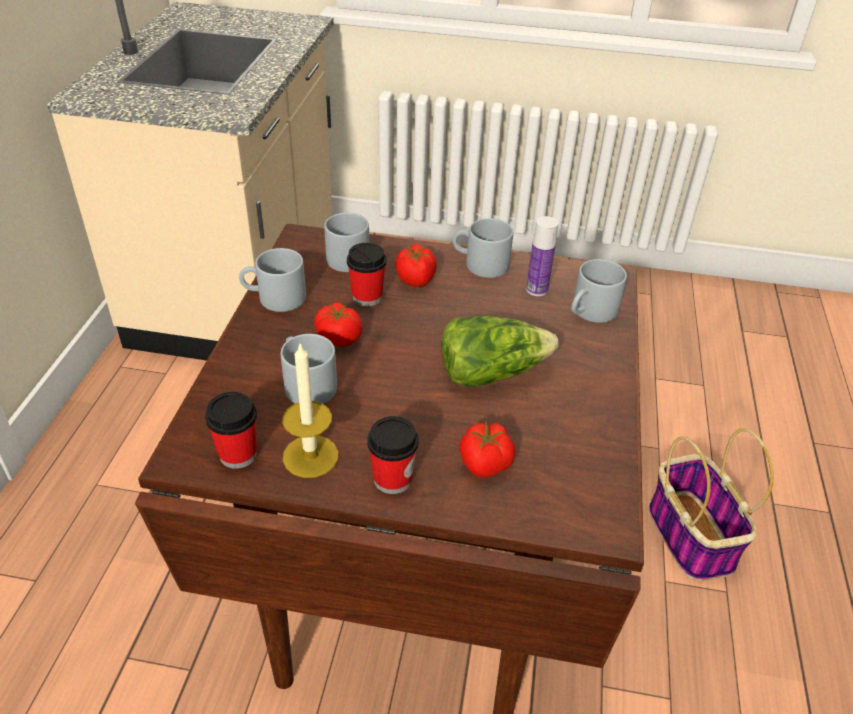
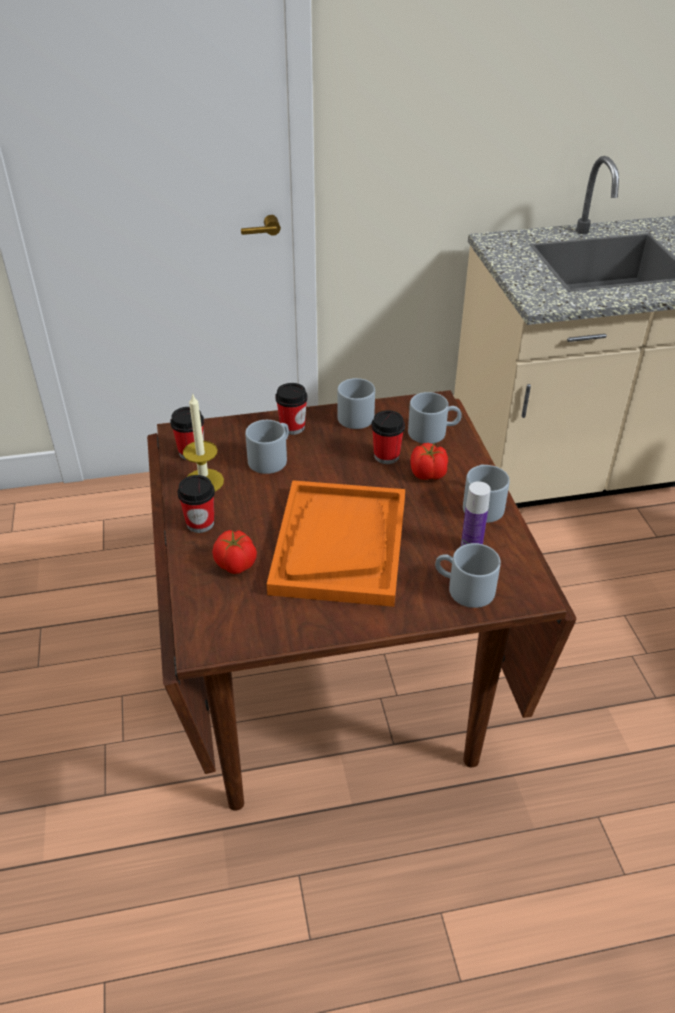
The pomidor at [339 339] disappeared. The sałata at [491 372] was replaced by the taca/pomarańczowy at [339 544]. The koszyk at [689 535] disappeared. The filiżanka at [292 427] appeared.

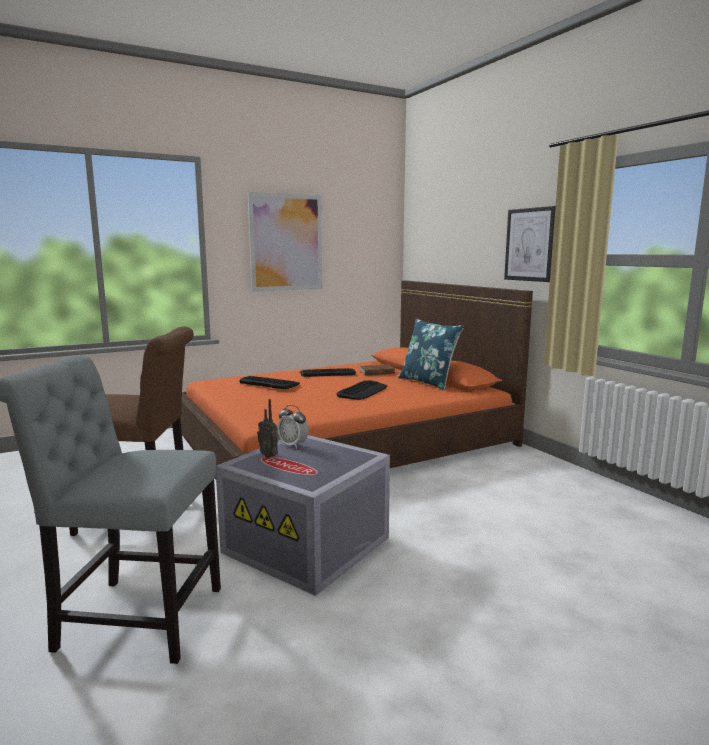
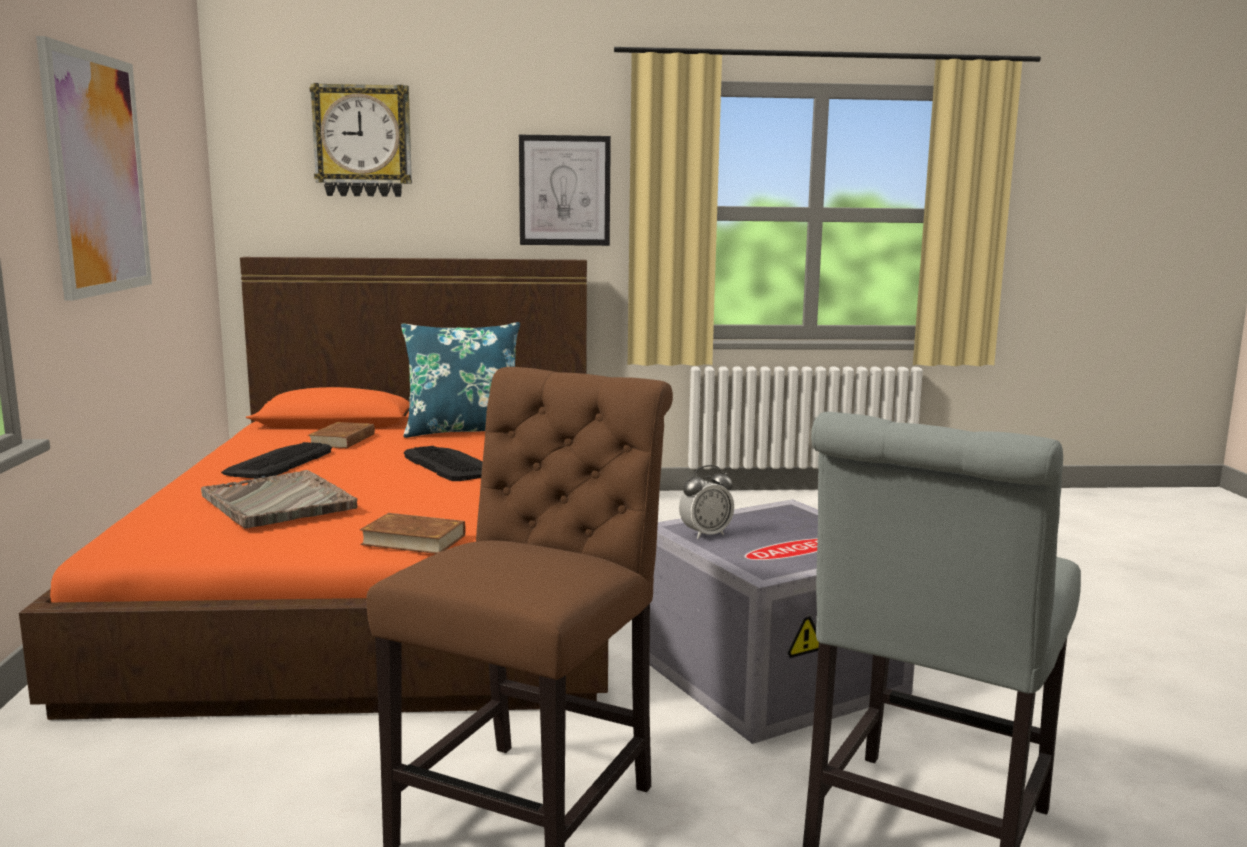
The klawiatura at [269 383] was replaced by the taca/szary at [278 502]. The radio at [269 456] disappeared. The zegar ścienny at [363 141] appeared. The książka/brązowy at [413 540] appeared.

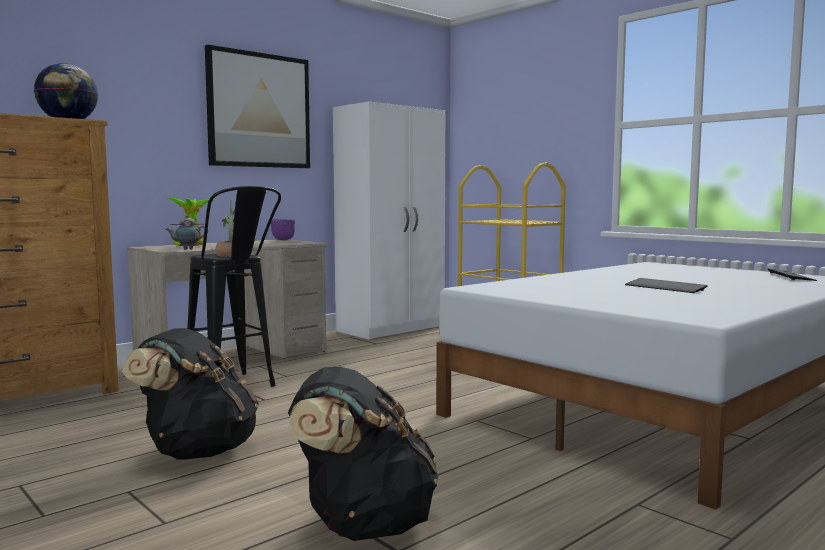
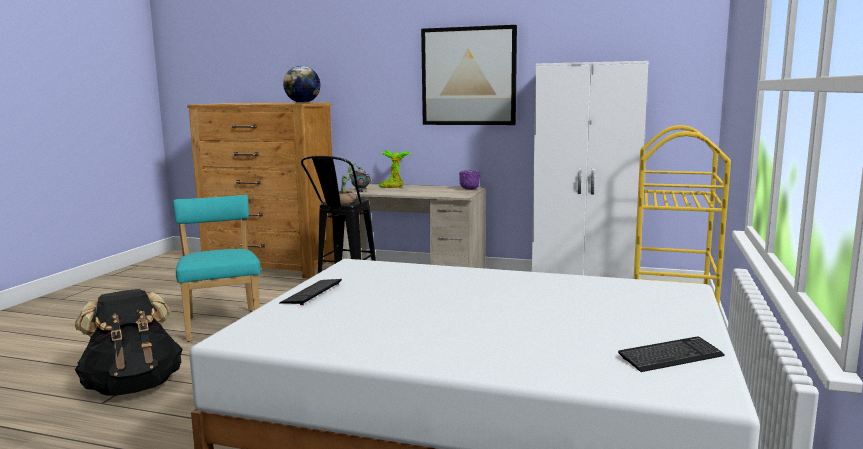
The plecak/czarny at [197 451] was replaced by the krzesło/turkusowy at [222 323]. The klawiatura moved from [665 287] to [312 293].

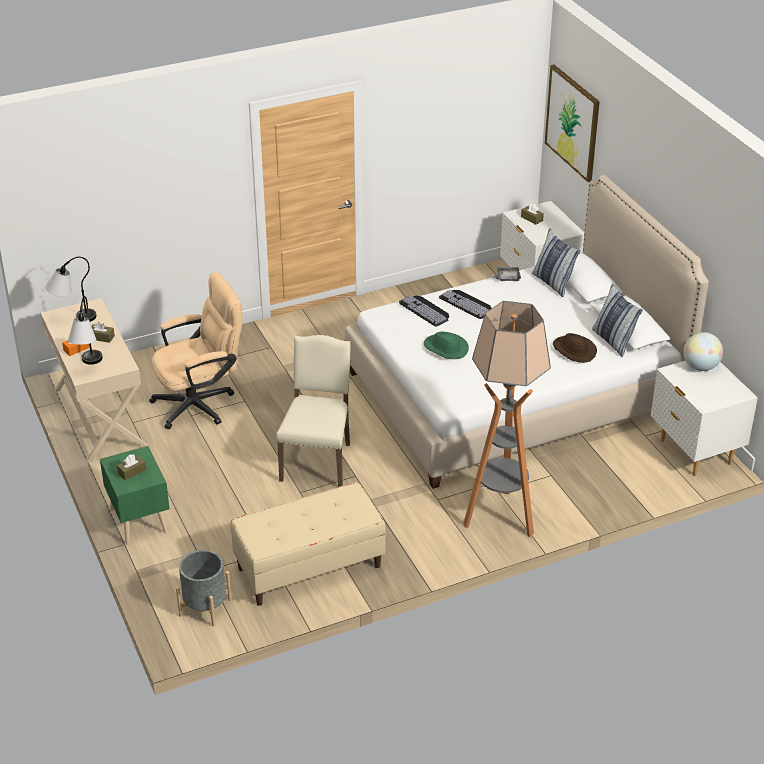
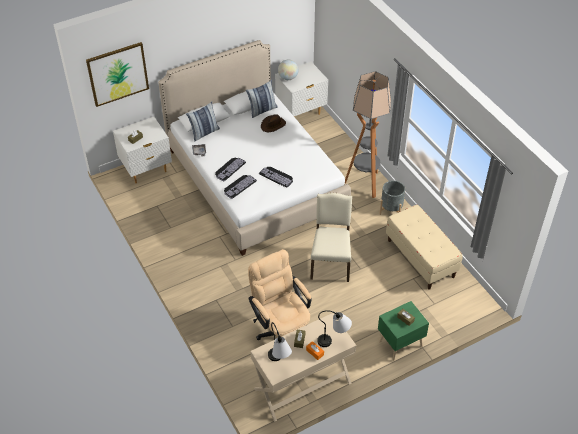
The donica/szary moved from [205 607] to [391 209]. The krzesło/beżowy at [318 461] turned 90 degrees clockwise. The kapelusz/zielony at [445 348] was replaced by the klawiatura at [277 176].

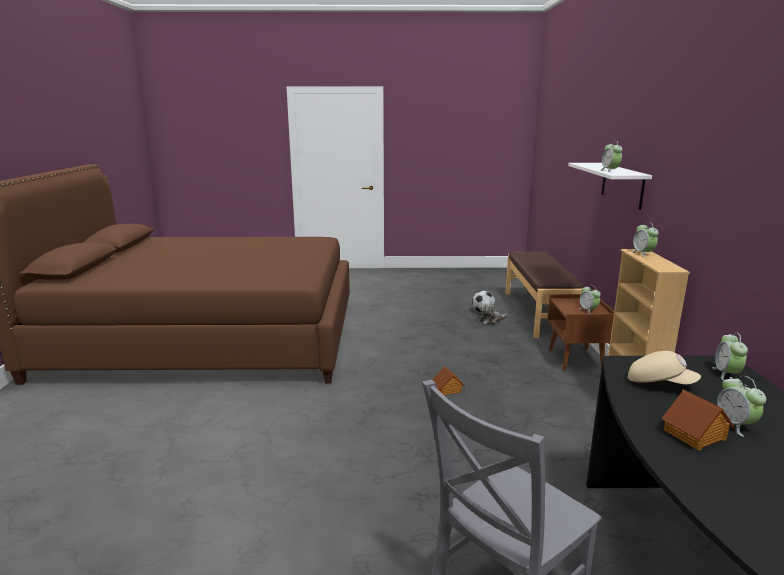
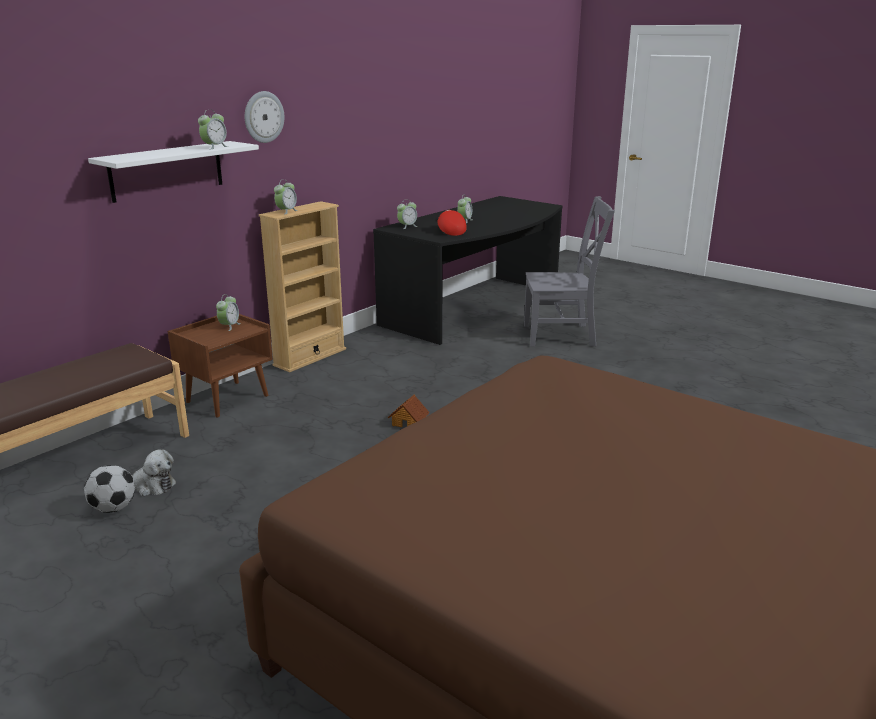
The czapka z daszkiem/beżowy at [660 383] became the czapka z daszkiem/czerwony at [450 231]. The domek at [695 435] disappeared. The zegar ścienny at [263 117] appeared.

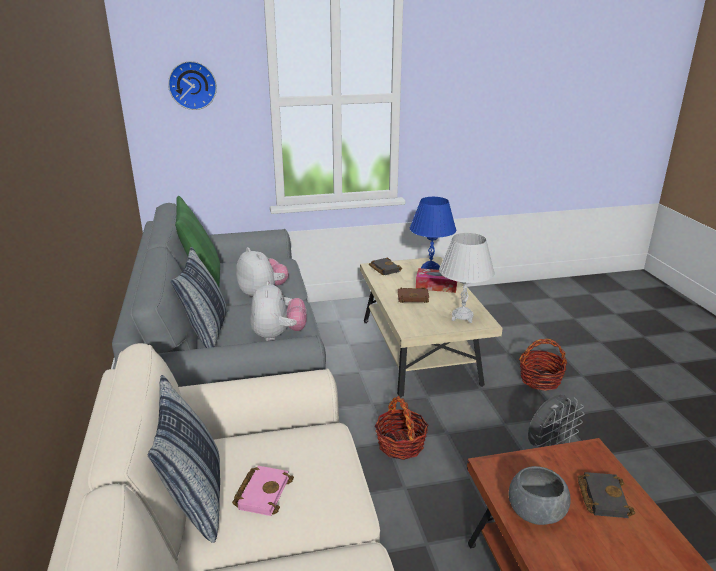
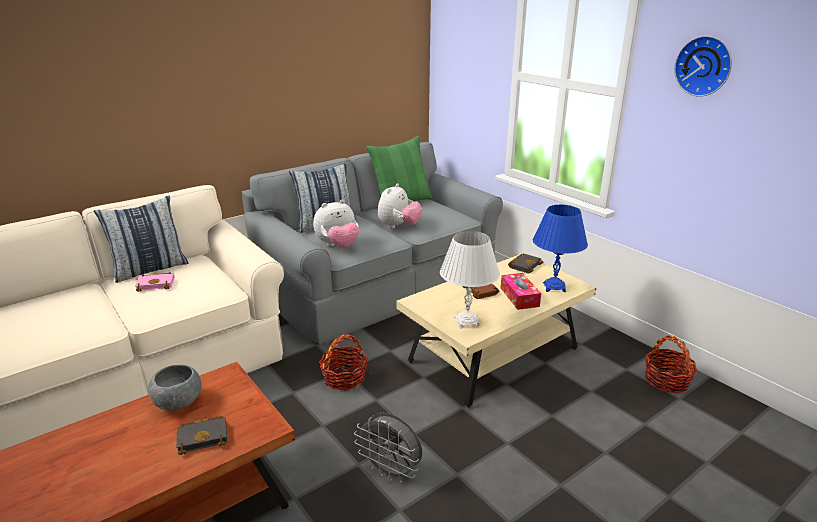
The zegar ścienny moved from [192 85] to [704 66]. The koszyk moved from [540 380] to [667 380].

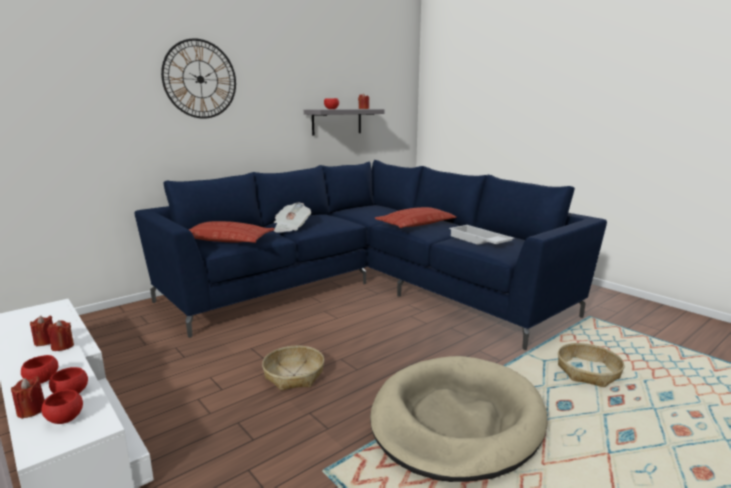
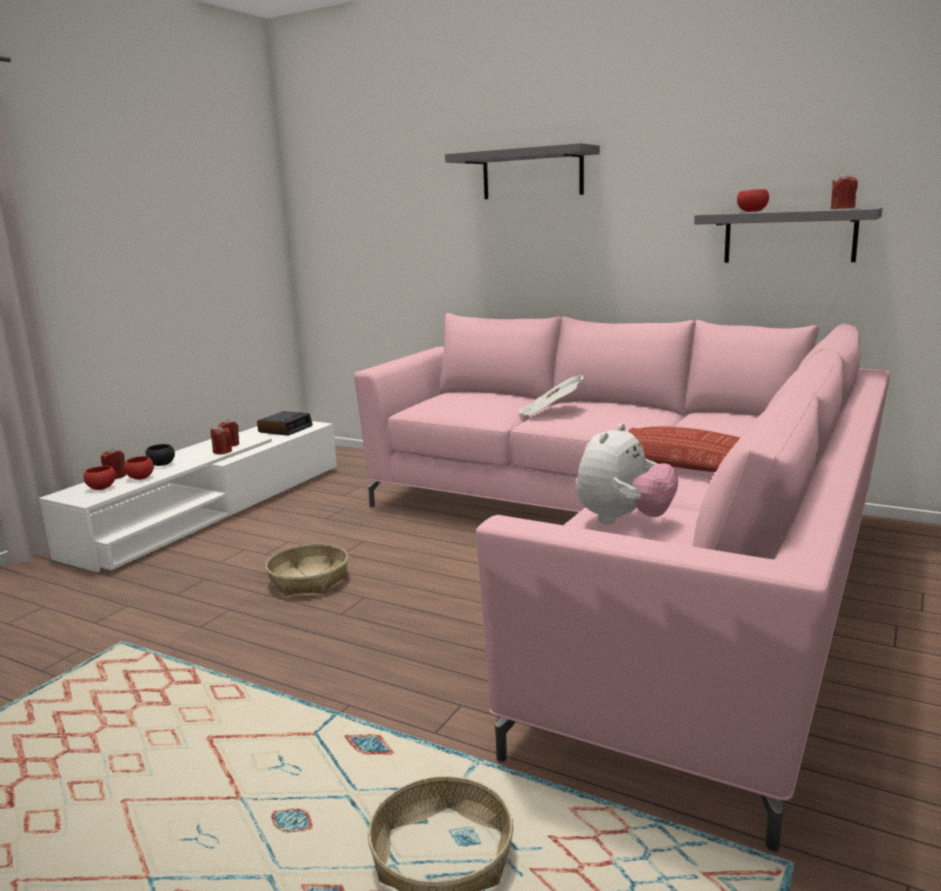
The miska/czerwony at [42 380] became the miska/czarny at [162 464]. The kanapa/niebieski at [365 287] became the kanapa/różowy at [632 558]. The zegar ścienny at [200 79] was replaced by the półka/szary at [532 174]. The poduszka at [226 240] disappeared. The legowisko/beżowy at [456 420] disappeared. The taca/biały at [478 241] was replaced by the pluszak at [624 520]. The budzik at [285 429] appeared.

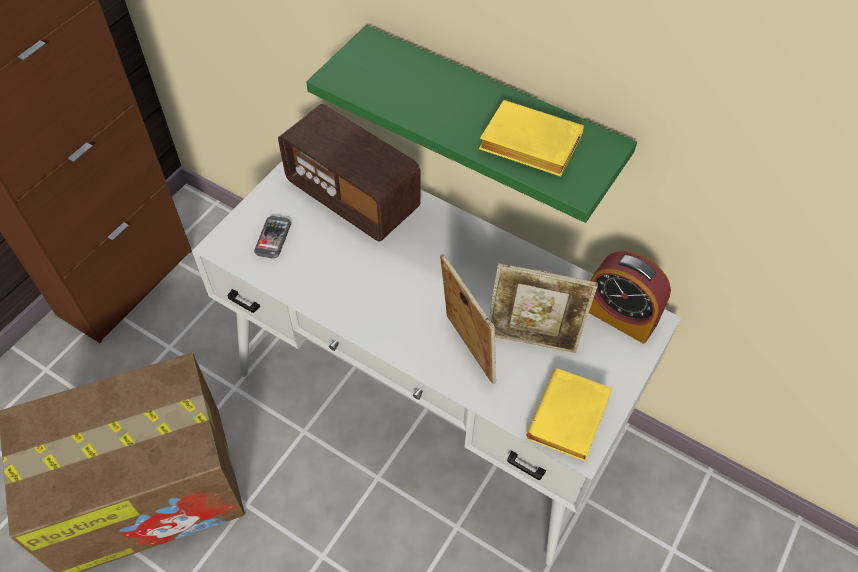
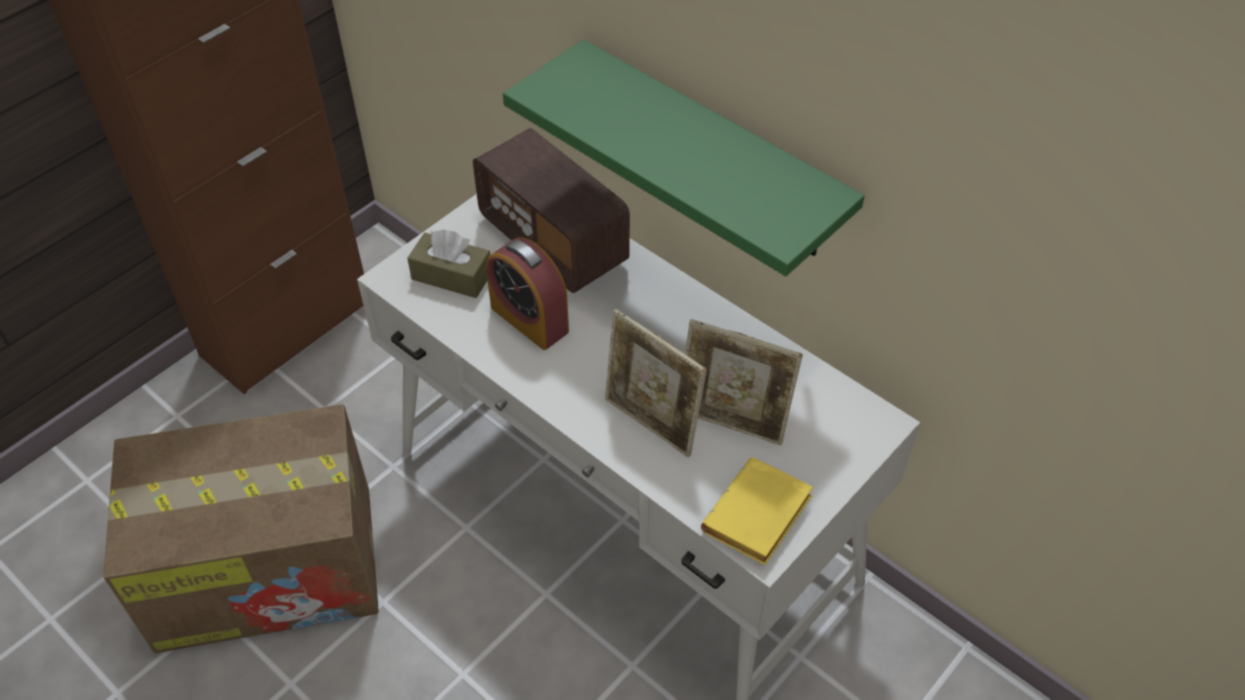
The telefon at [273 238] was replaced by the pudełko chusteczek/brązowy at [452 276]. The ramka na zdjęcie at [466 349] turned 150 degrees clockwise. The książka/żółty at [527 145] disappeared. The budzik moved from [619 315] to [529 319].

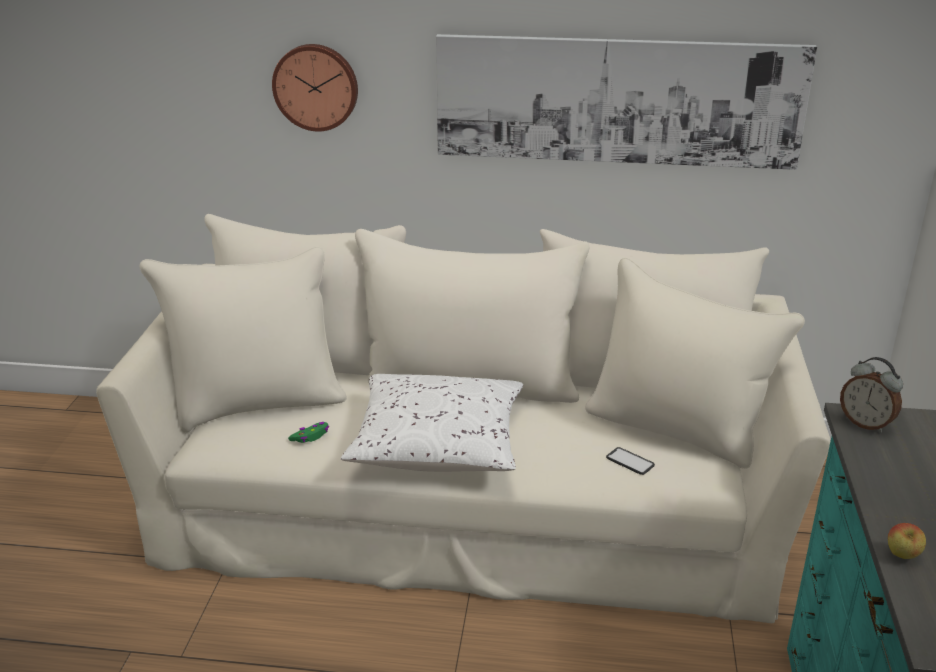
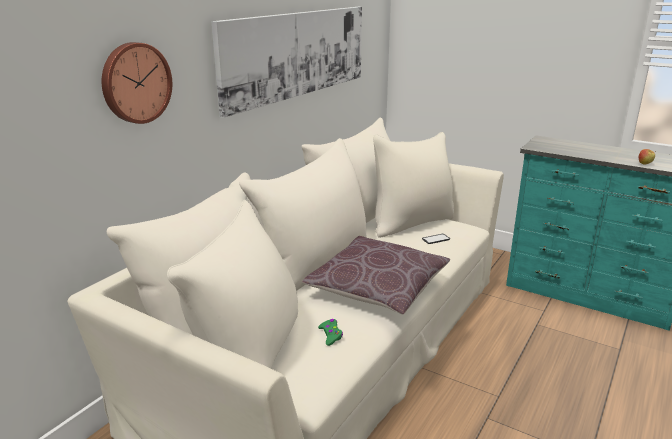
The poduszka/biały at [437 443] became the poduszka/brązowy at [377 288]. The budzik at [865 423] disappeared.

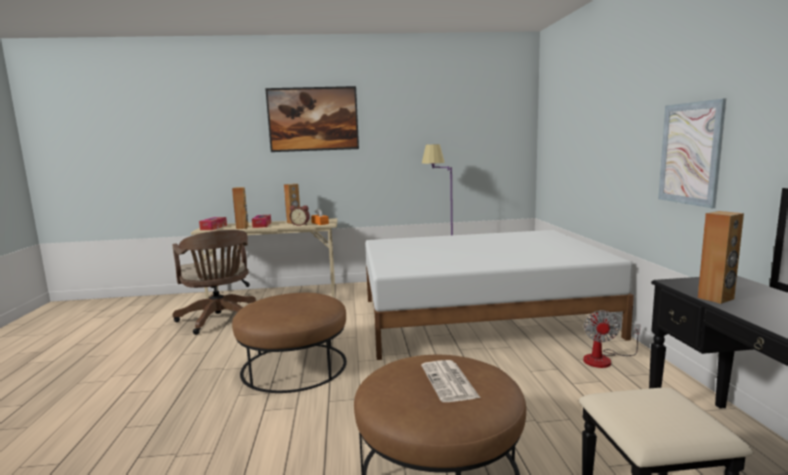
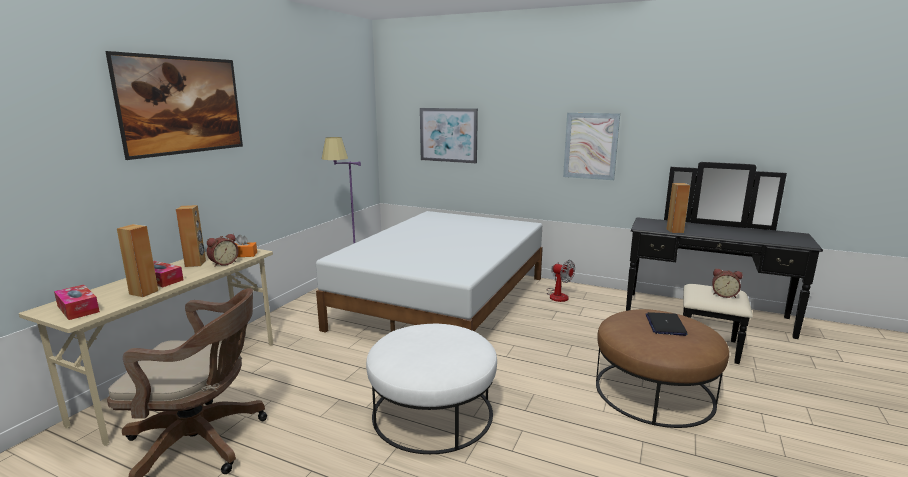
The pufa/brązowy at [294 366] became the pufa/biały at [432 412]. The gazeta at [450 382] was replaced by the laptop at [665 325]. The obraz at [448 135] appeared. The budzik at [724 295] appeared.

